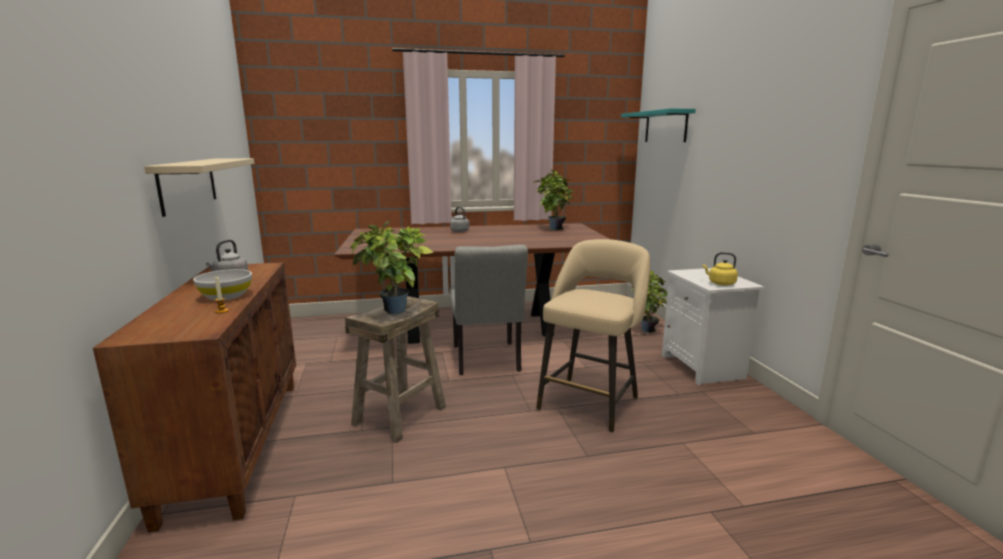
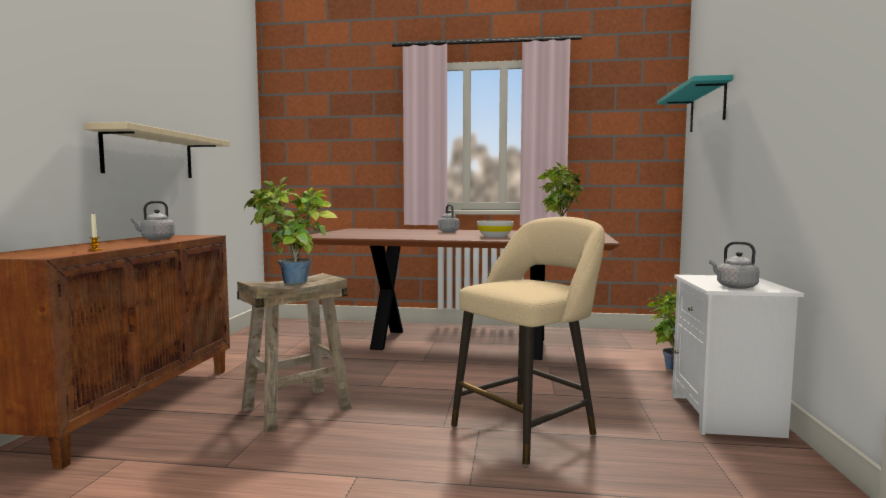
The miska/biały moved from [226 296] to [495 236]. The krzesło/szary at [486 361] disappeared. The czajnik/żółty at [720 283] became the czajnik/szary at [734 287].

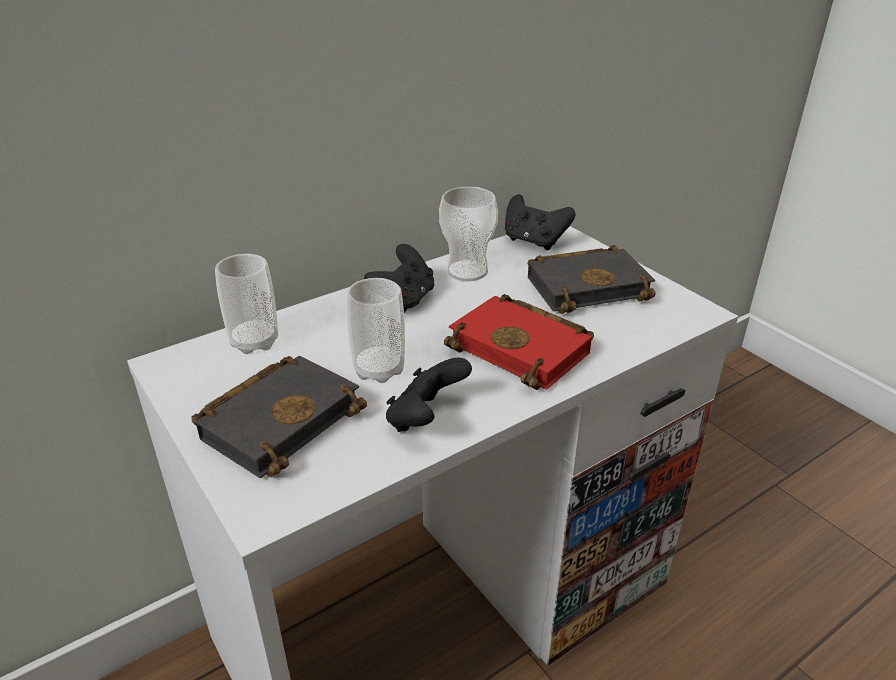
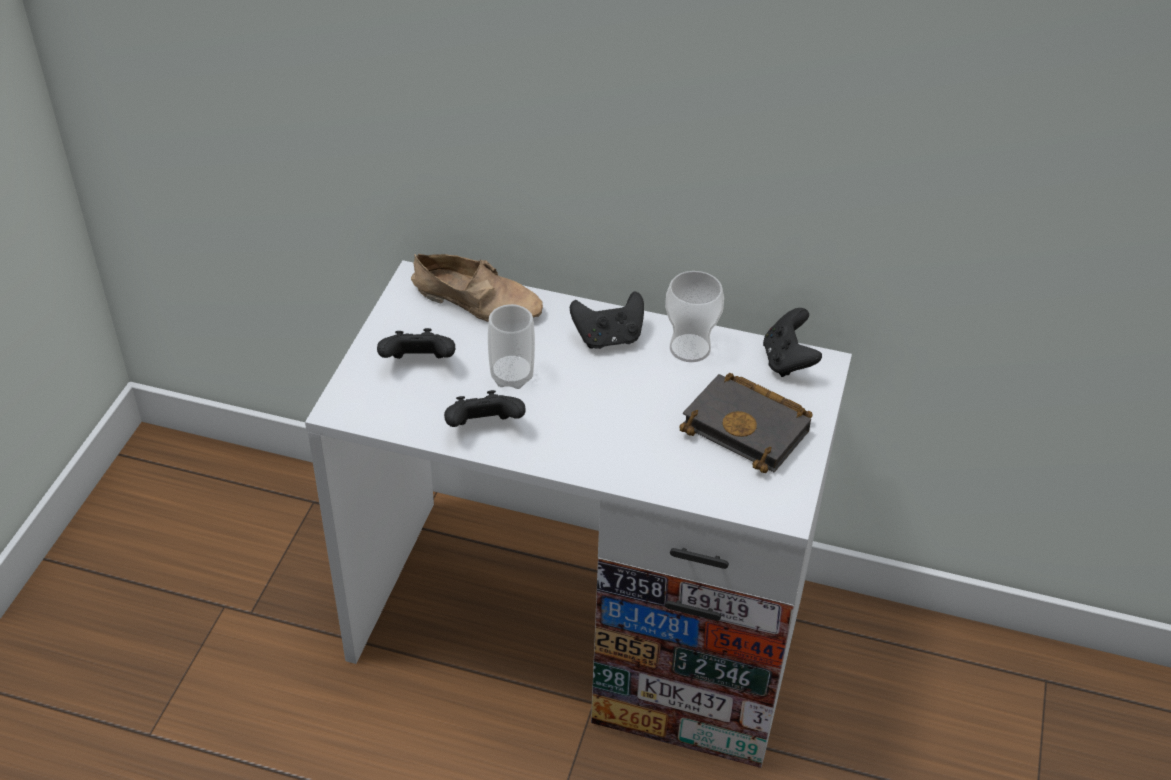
The książka/czarny at [281 418] was replaced by the pad do gier/czarny at [419 364]. The filiżanka at [254 342] was replaced by the but/beżowy at [478 300]. The książka/czerwony at [524 349] disappeared.

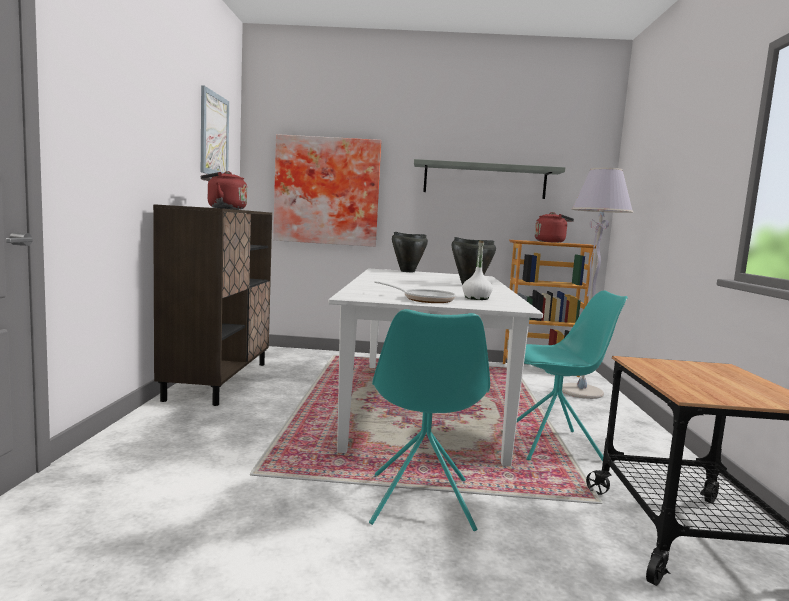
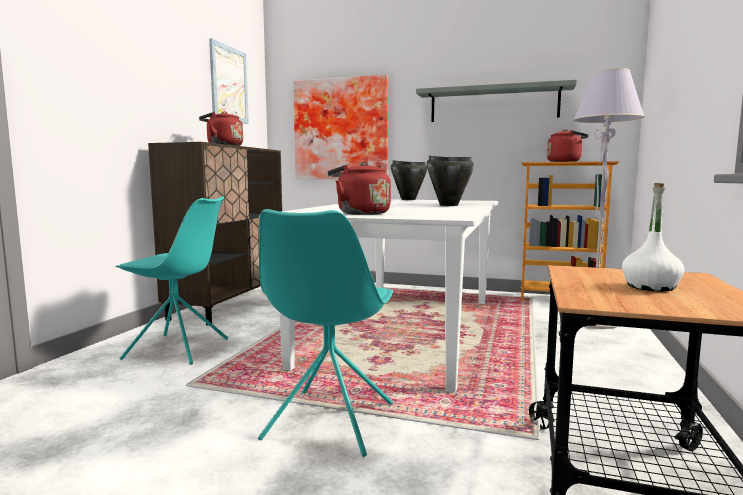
The patelnia at [424 299] was replaced by the czajnik/czerwony at [360 213]. The butelka/biały moved from [476 298] to [650 287]. The krzesło/turkusowy moved from [554 445] to [179 349].

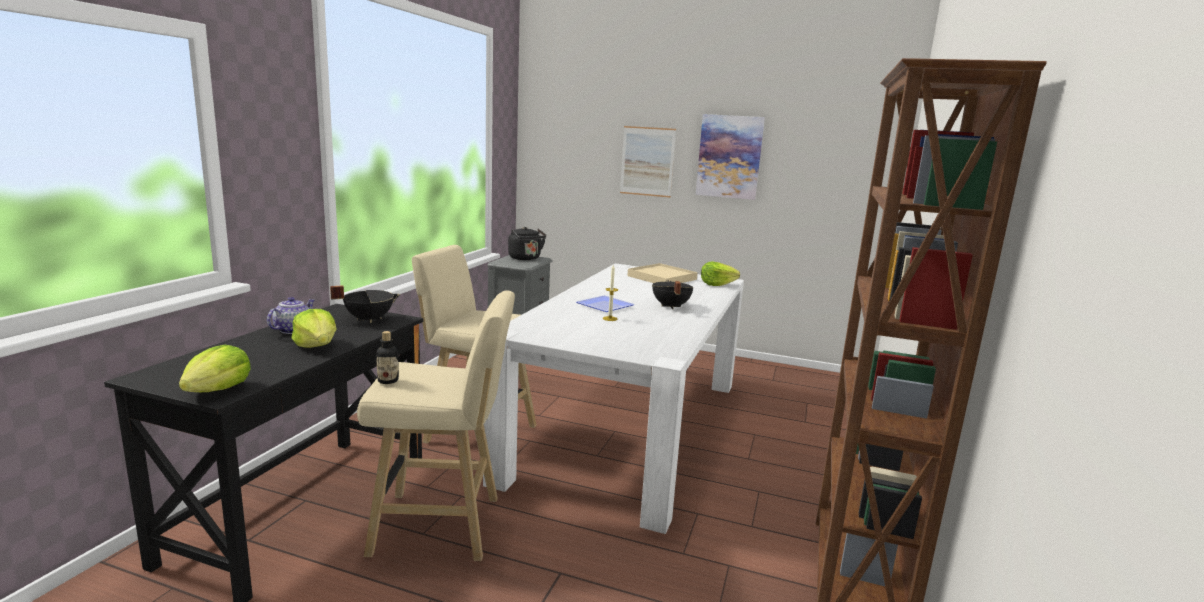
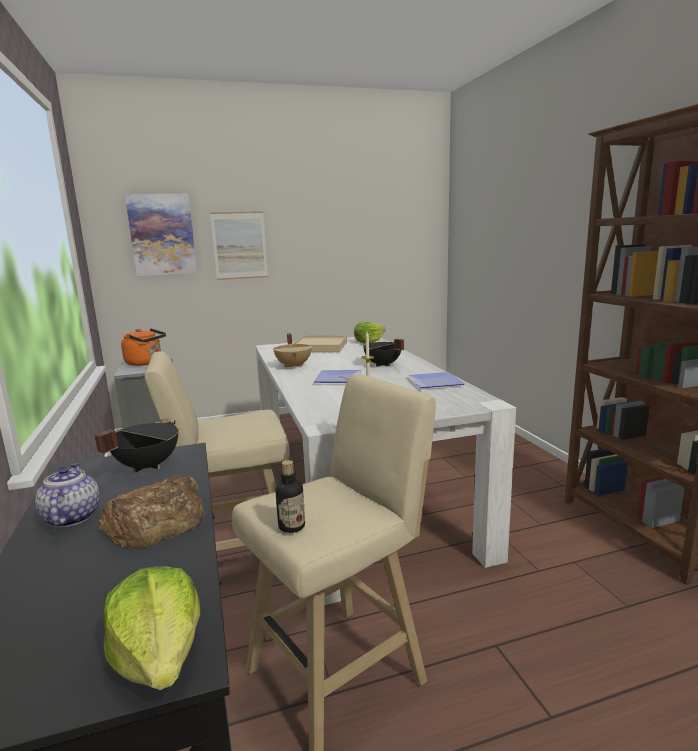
The sałata at [317 346] was replaced by the chleb at [157 522]. The czajnik/czarny at [526 258] became the czajnik/pomarańczowy at [146 363]. The obraz moved from [729 156] to [162 235]. The garnek/beżowy at [294 366] appeared. The talerz at [433 382] appeared.

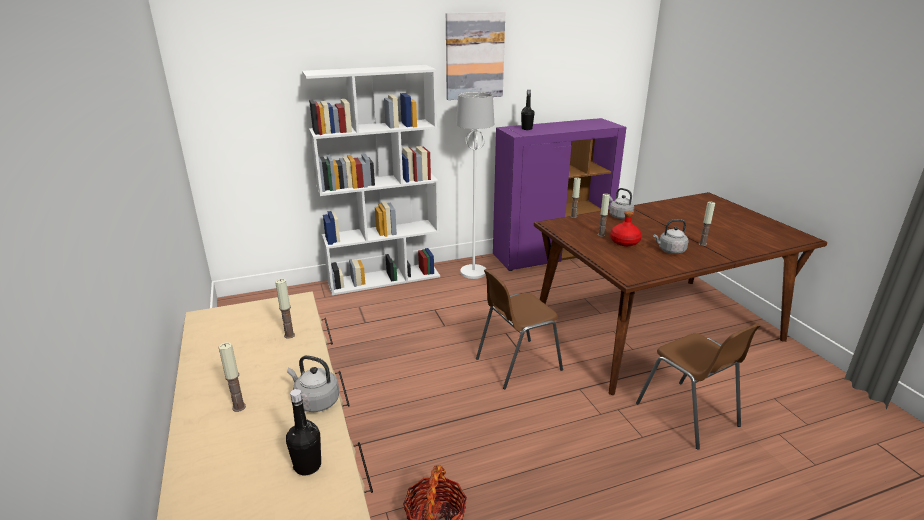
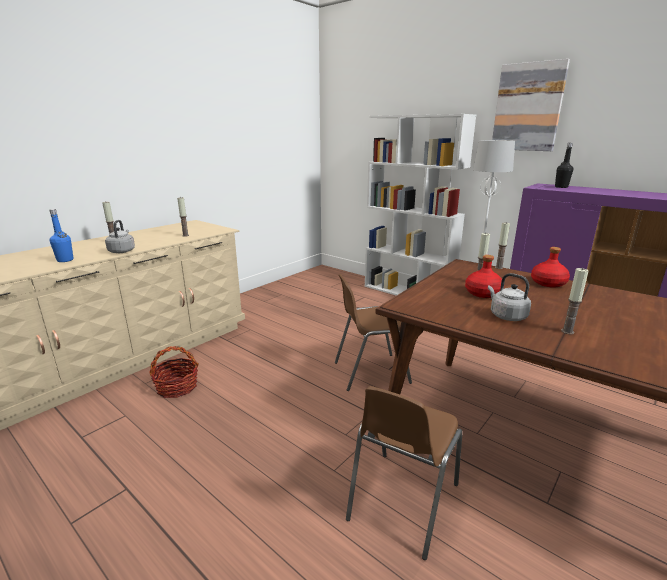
The butelka/czarny at [307 466] became the butelka/niebieski at [65 260]. The krzesło/brązowy at [517 364] turned 45 degrees counterclockwise. The czajnik/szary at [619 216] was replaced by the butelka/czerwony at [547 283].

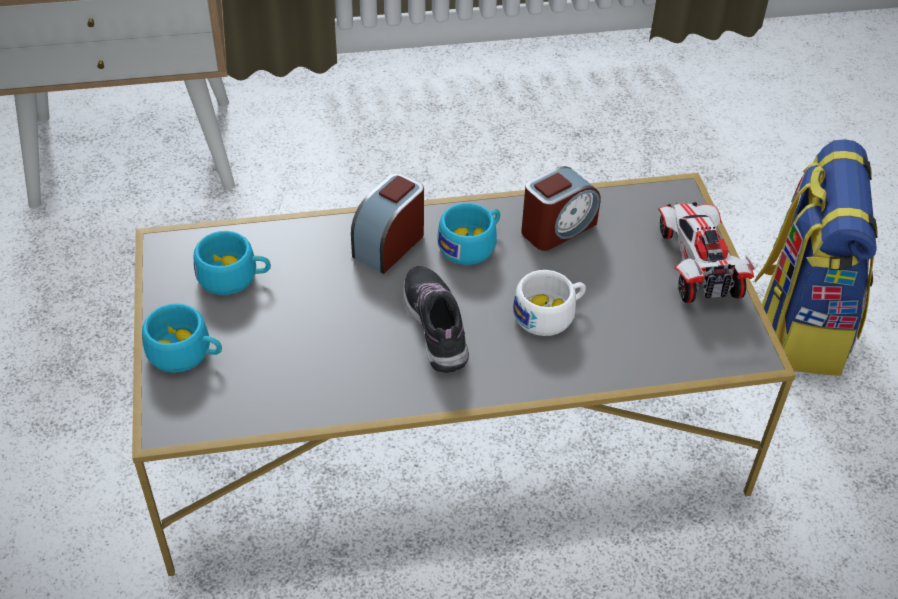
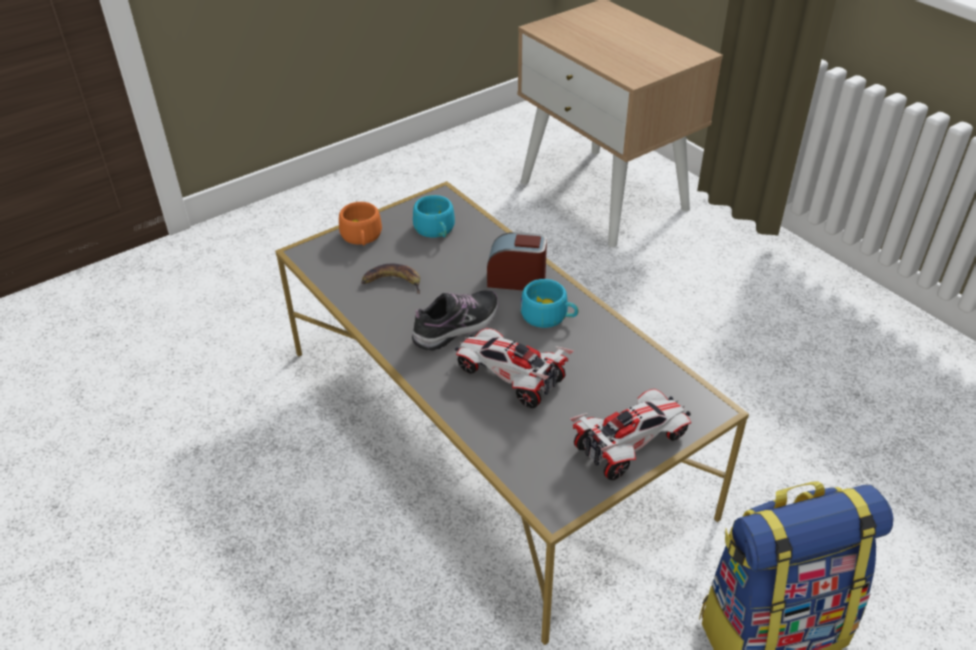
The filiżanka/turkusowy at [186 353] became the filiżanka/pomarańczowy at [362 237]. The filiżanka/biały at [550 314] was replaced by the samochodzik at [510 377]. The budzik at [557 228] disappeared. The banan at [392 282] appeared.

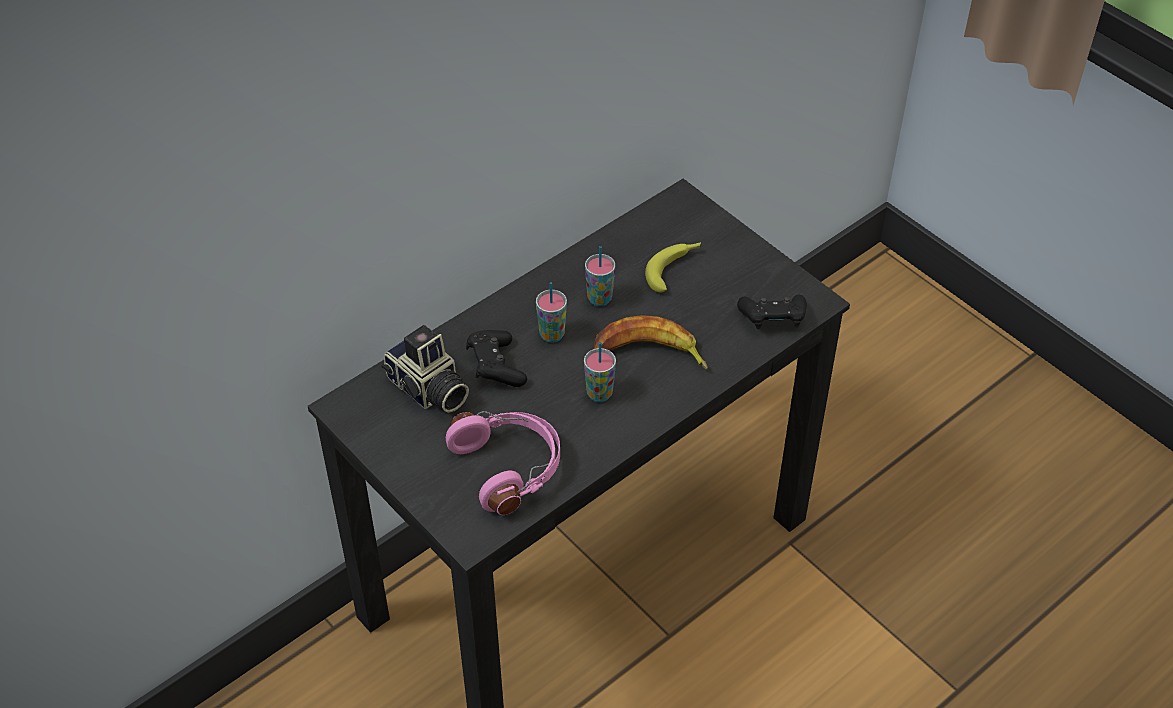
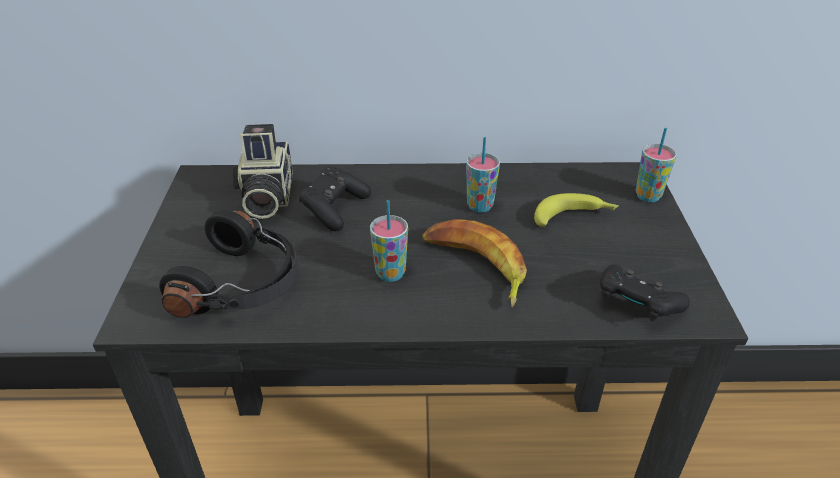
The słuchawki/różowy at [510 467] became the słuchawki/czarny at [242 285]. The filiżanka moved from [552 335] to [648 196].

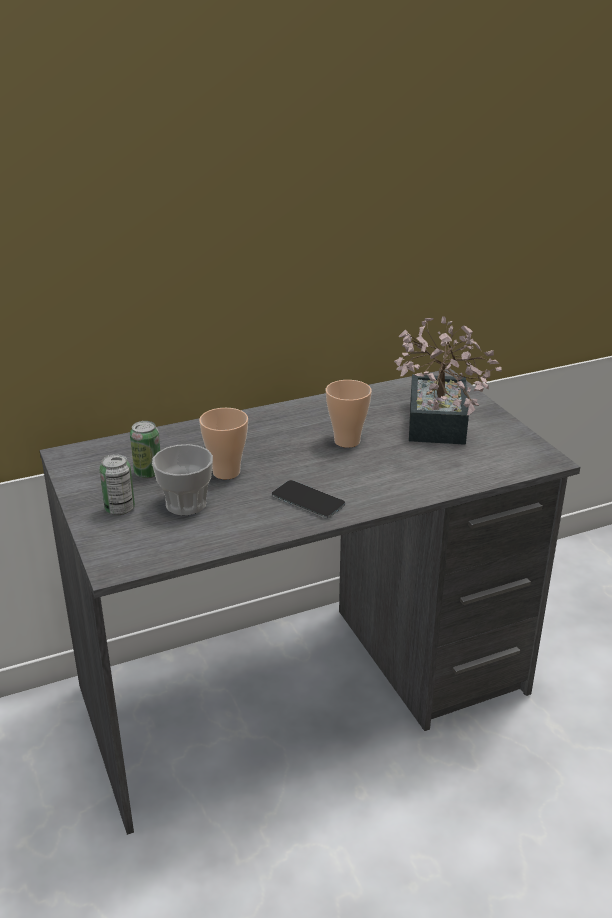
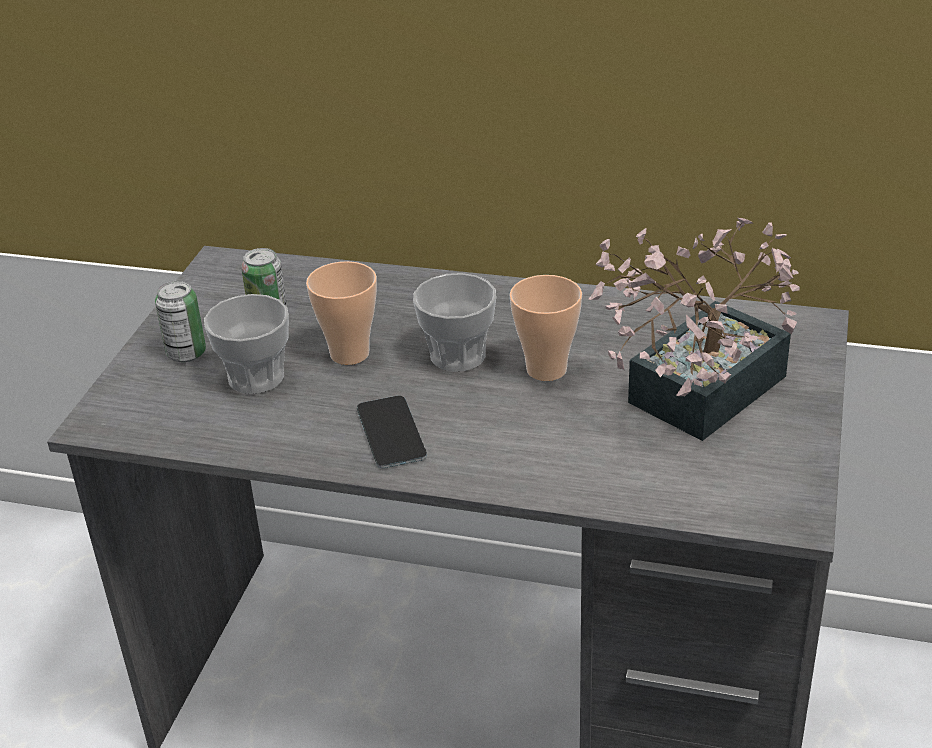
The filiżanka at [458 355] appeared.

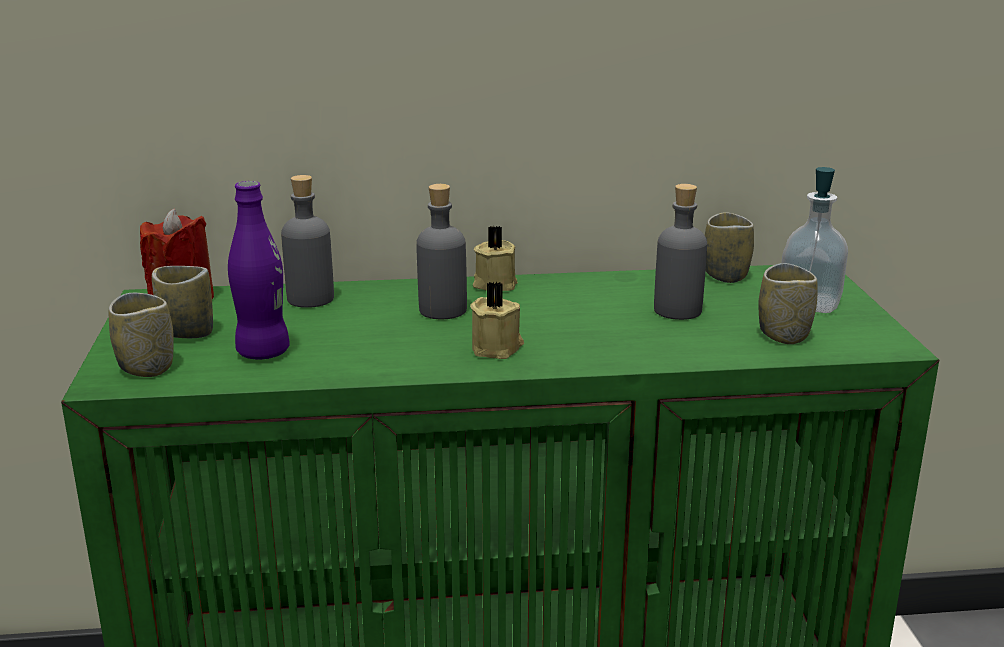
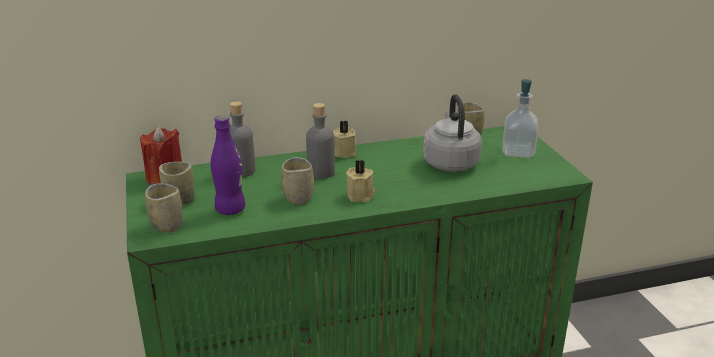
The butelka/szary at [677 310] was replaced by the czajnik/szary at [450 162]. The filiżanka moved from [783 335] to [298 198].

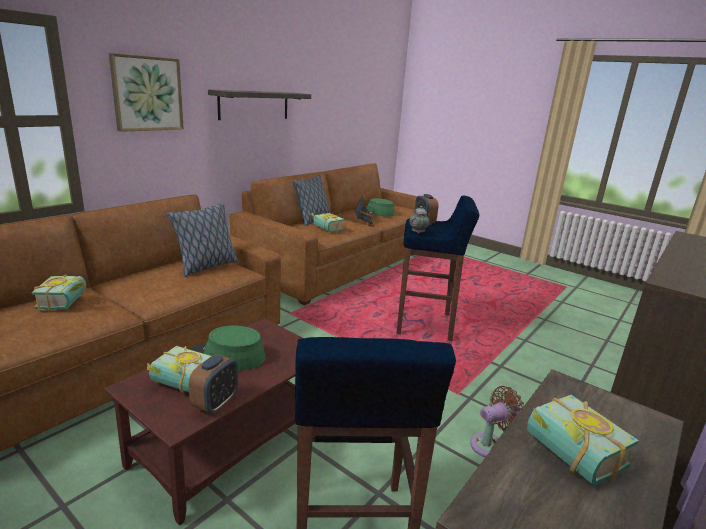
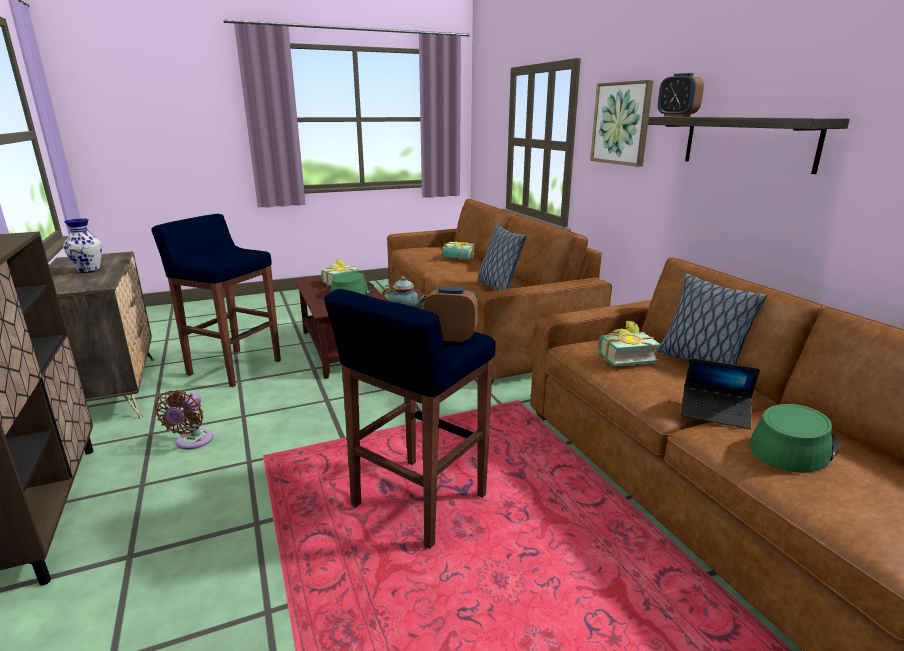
The budzik moved from [215 403] to [677 116]. The książka at [567 457] was replaced by the wazon at [89 270].

